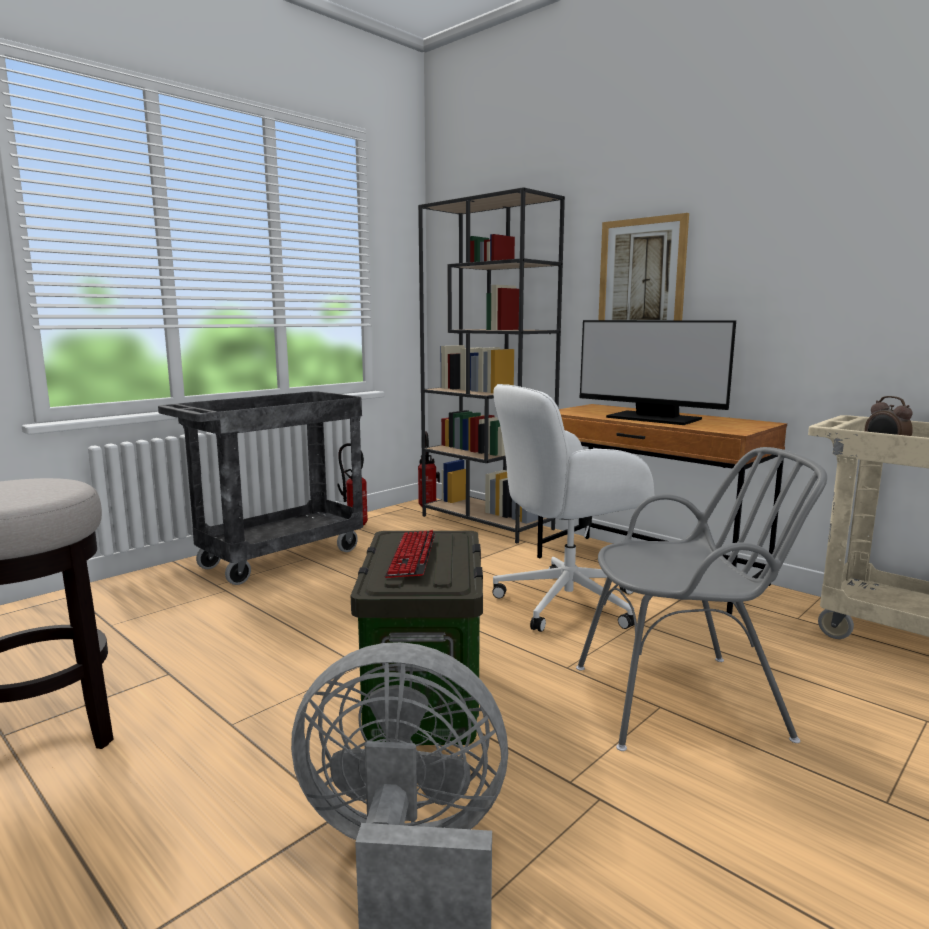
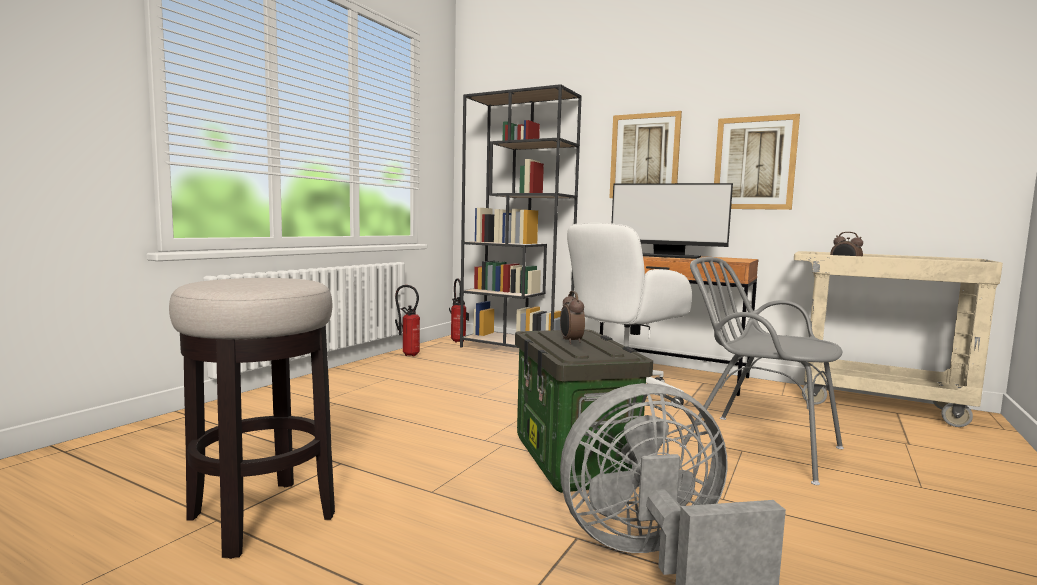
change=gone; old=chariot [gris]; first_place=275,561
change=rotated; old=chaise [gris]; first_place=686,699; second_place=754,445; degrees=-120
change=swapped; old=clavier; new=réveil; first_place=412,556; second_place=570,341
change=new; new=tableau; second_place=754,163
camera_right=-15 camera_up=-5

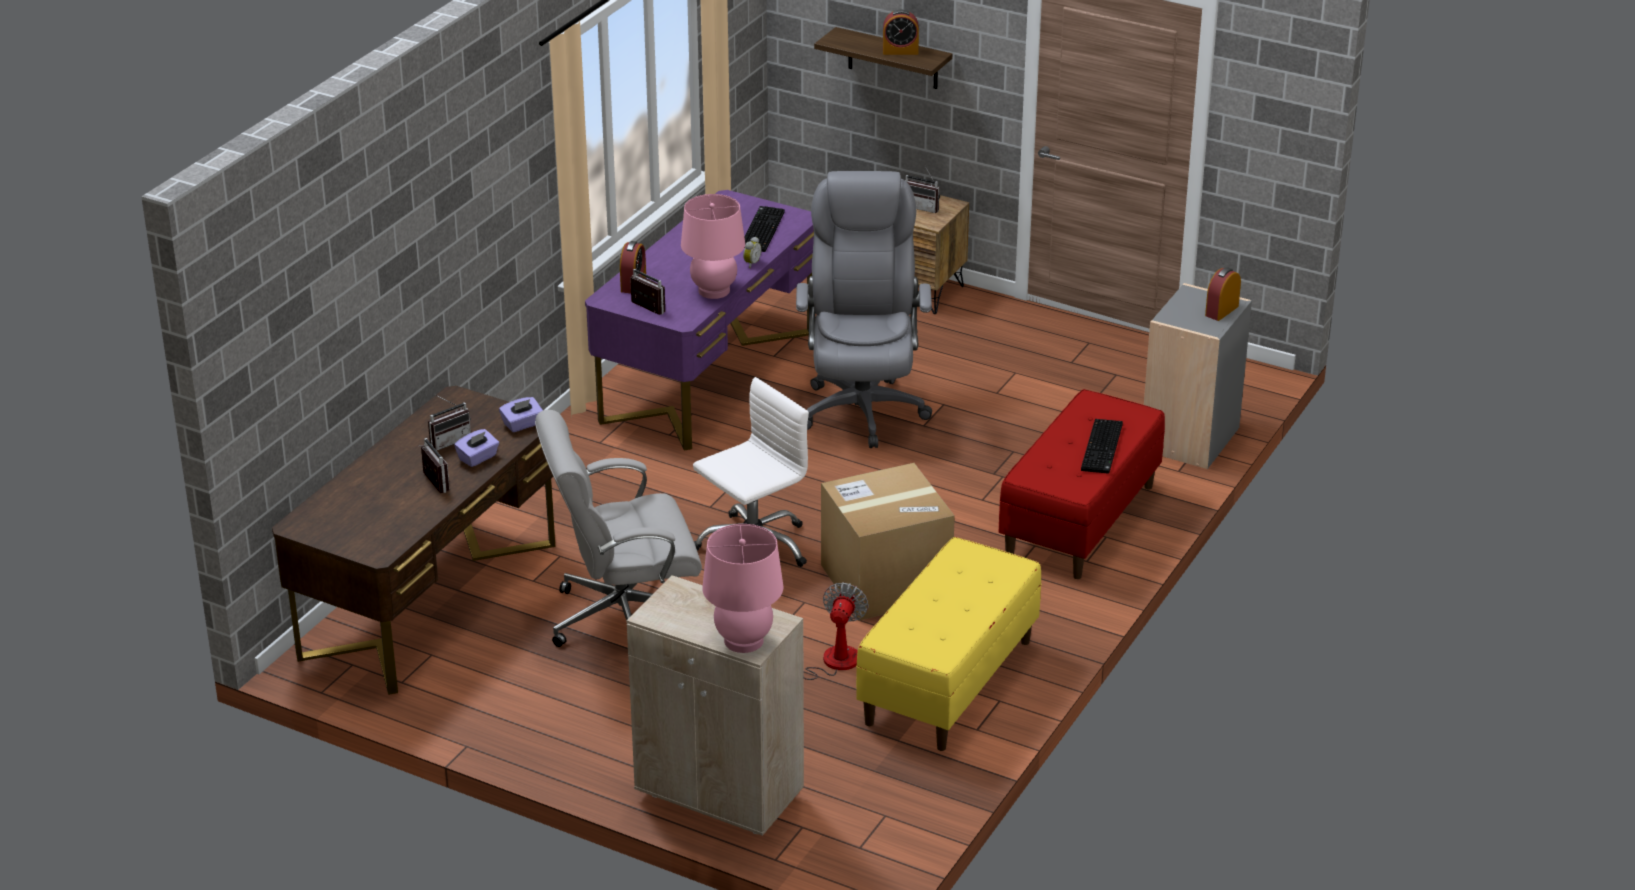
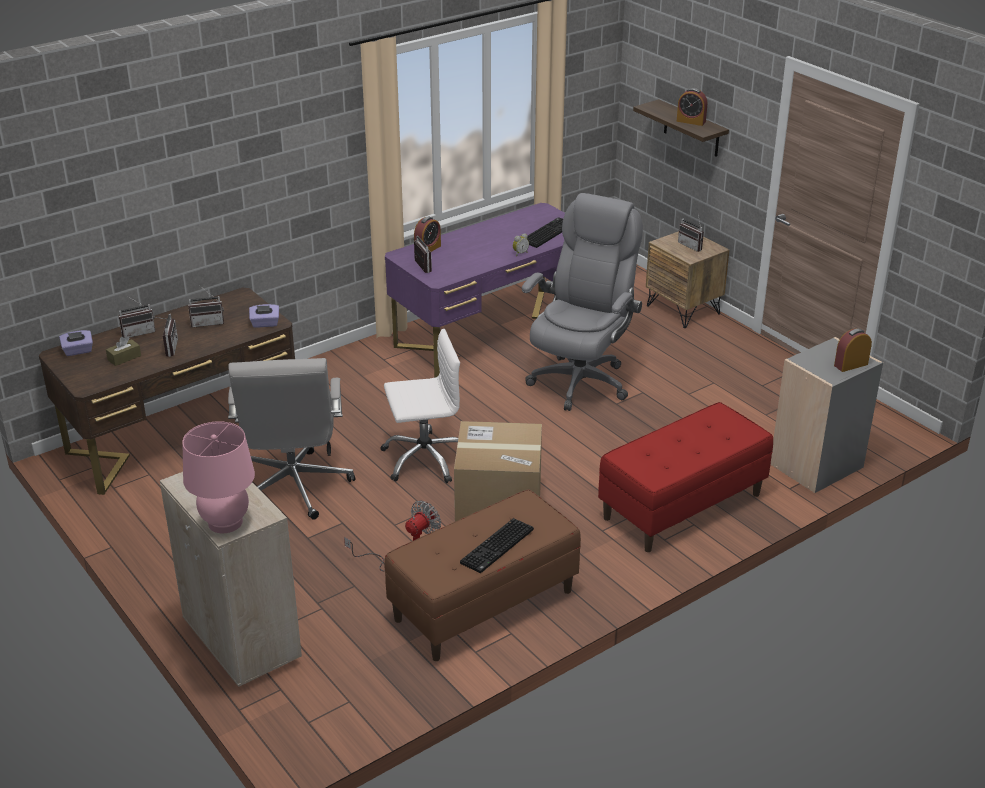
change=gone; old=lampe de table [rose]; first_place=714,291
change=rotated; old=chaise de bureau [gris]; first_place=623,618; second_place=294,485; degrees=-105
change=shifted; old=clavier; first_place=1103,448; second_place=497,547
change=shifted; old=boîte à mouchoirs [violet]; first_place=478,458; second_place=78,351
change=repainted; old=banc [jaune]; new=banc [marron]; first_place=949,682; second_place=484,606
change=new; new=radio; second_place=138,332
change=new; new=boîte à mouchoirs [marron]; second_place=124,358
camera_right=25 camera_up=0

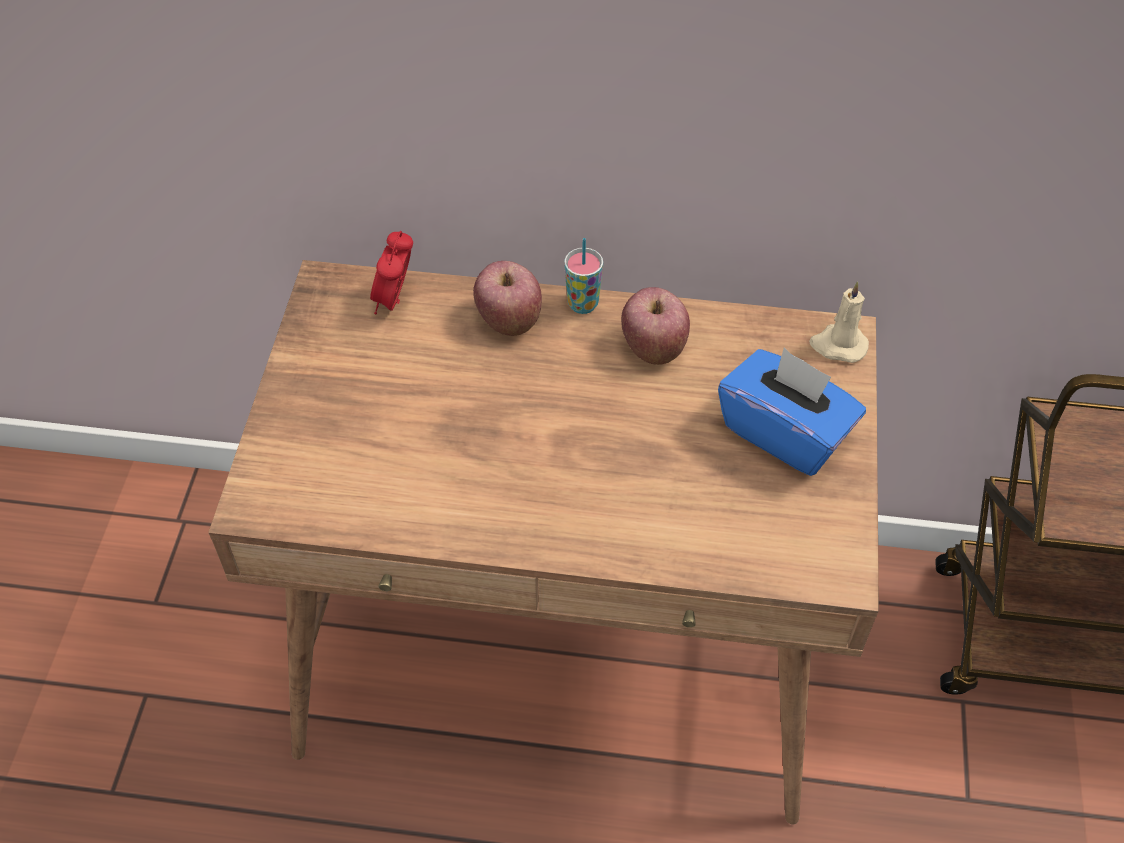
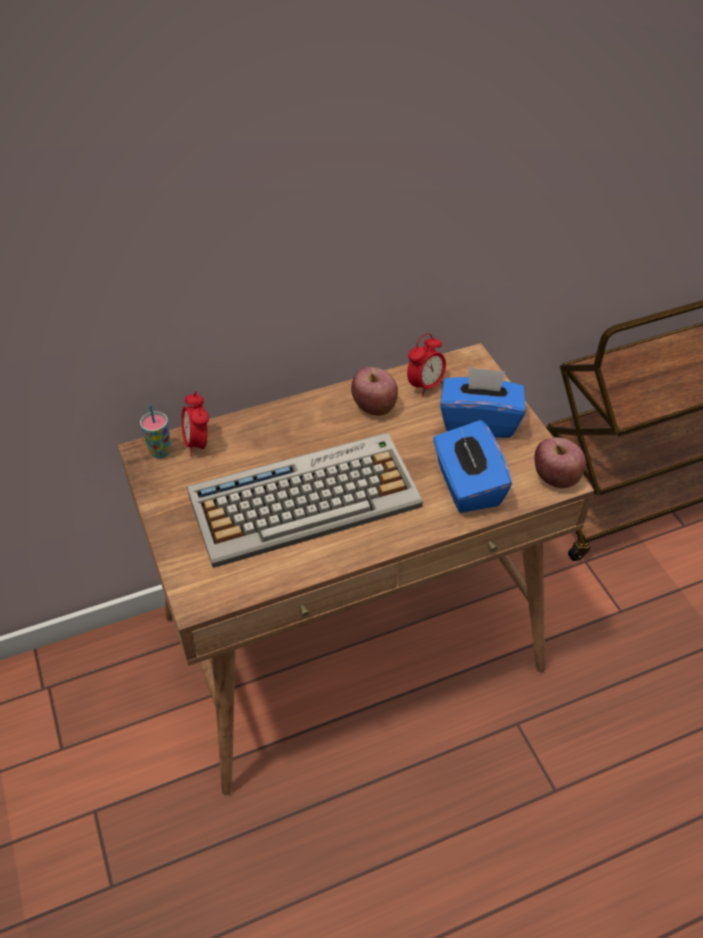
change=shifted; old=tasse; first_place=583,304; second_place=160,451
change=shifted; old=pomme; first_place=509,320; second_place=555,478
change=gone; old=bougie [beige]; first_place=838,345
change=new; new=réveil; second_place=425,386
change=new; new=boîte à mouchoirs [bleu]; second_place=467,485
change=new; new=clavier; second_place=306,499
camera_right=-30 camera_up=-5

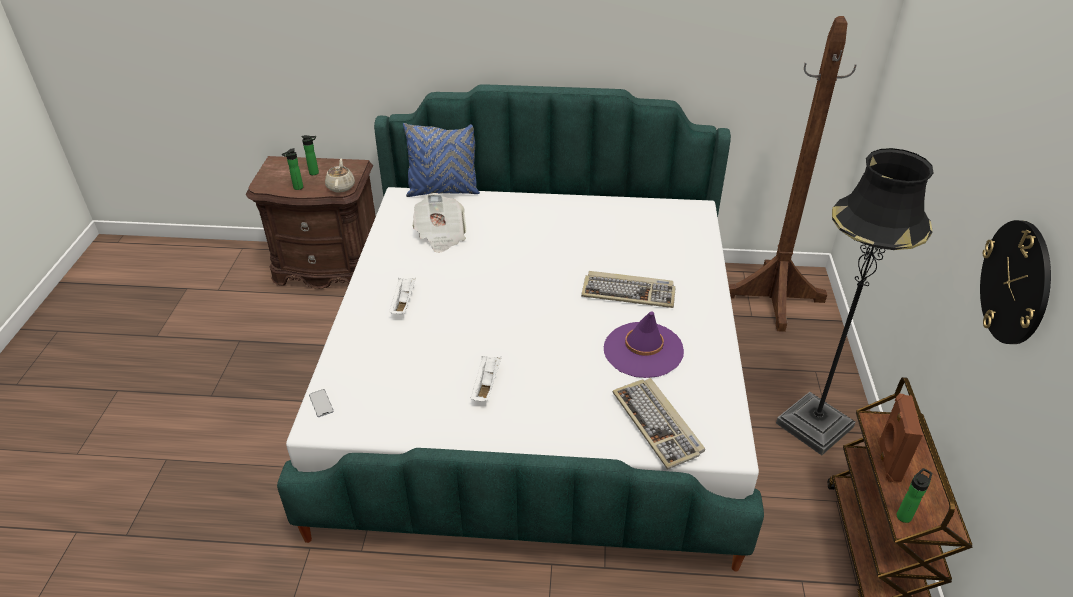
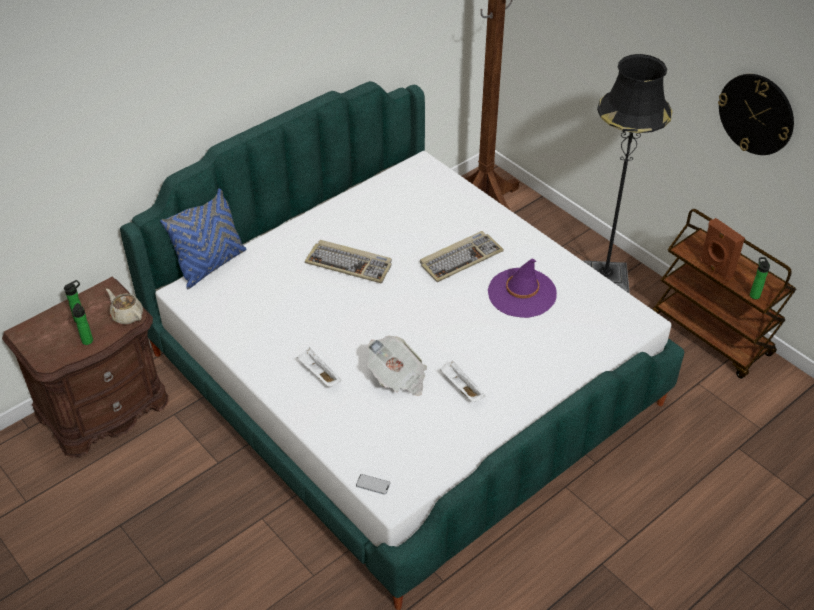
change=shifted; old=journal; first_place=441,235; second_place=398,377
change=shifted; old=clavier; first_place=658,424; second_place=350,264
camera_right=-45 camera_up=5

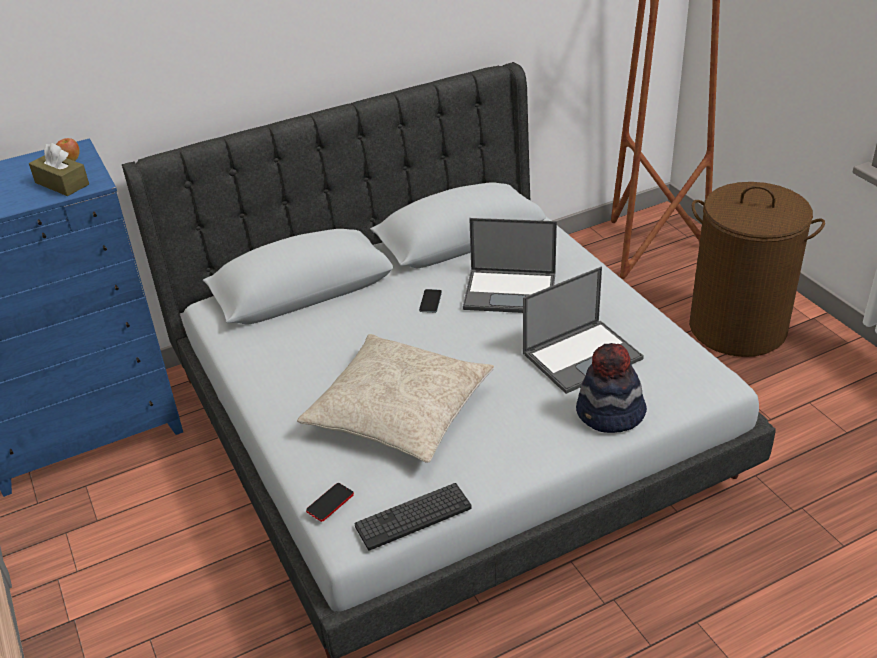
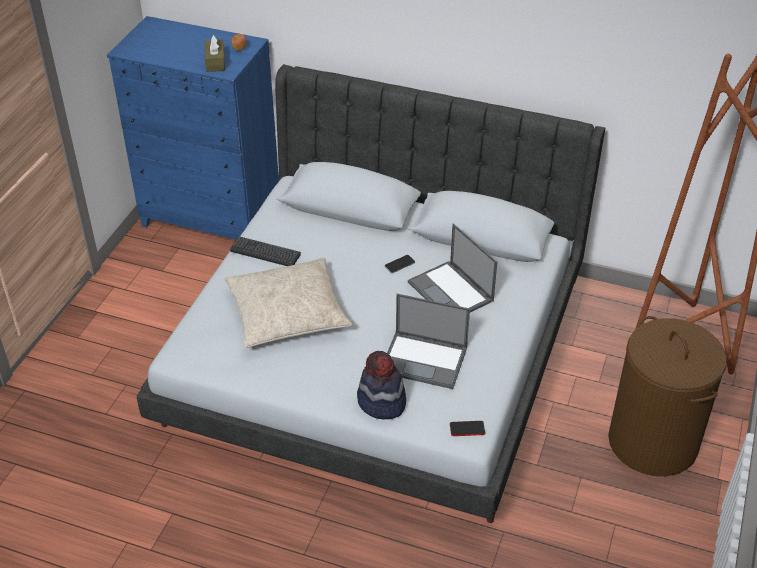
change=shifted; old=téléphone; first_place=330,503; second_place=467,429
change=shifted; old=clavier; first_place=413,517; second_place=265,252
camera_right=45 camera_up=5

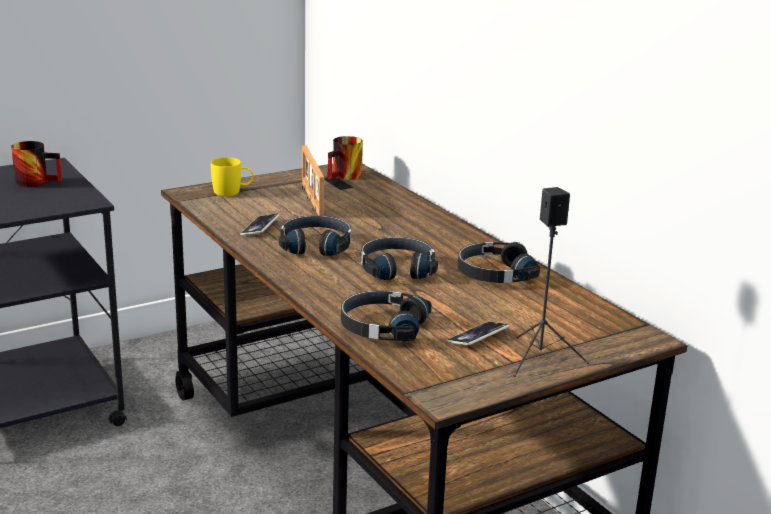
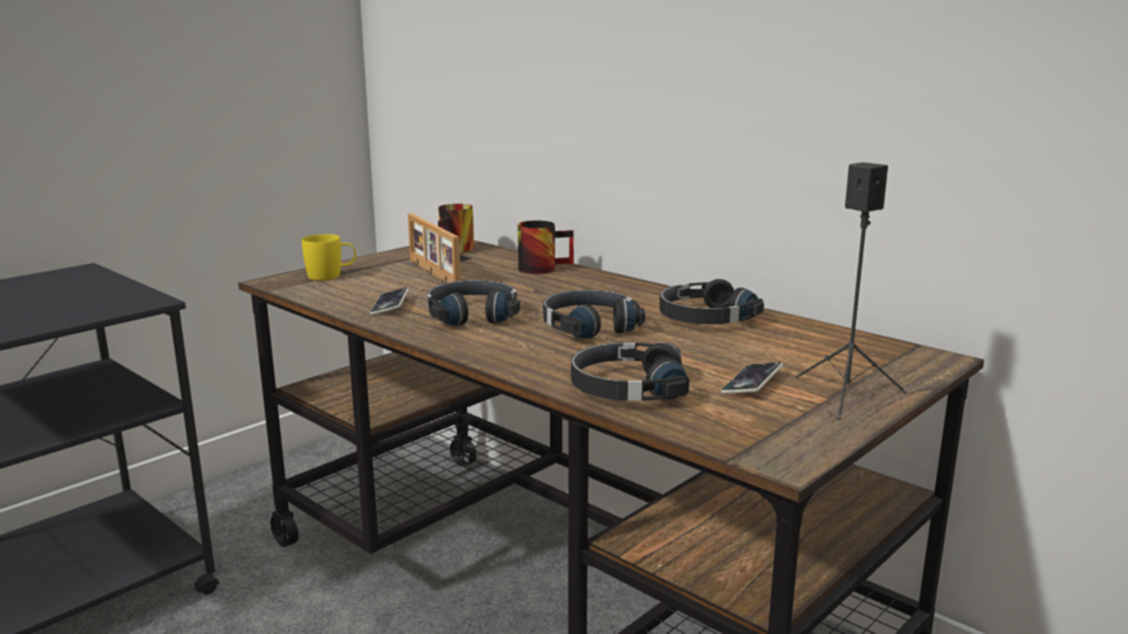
change=shifted; old=mug; first_place=38,181; second_place=543,268
camera_right=-15 camera_up=-5

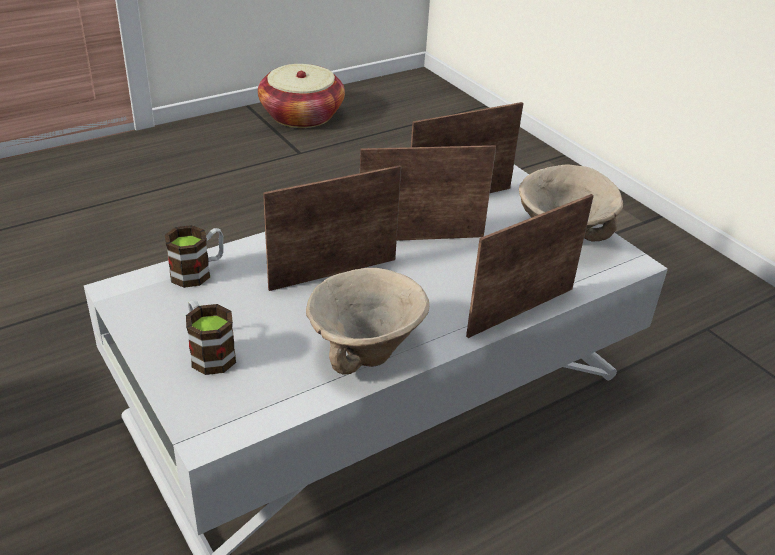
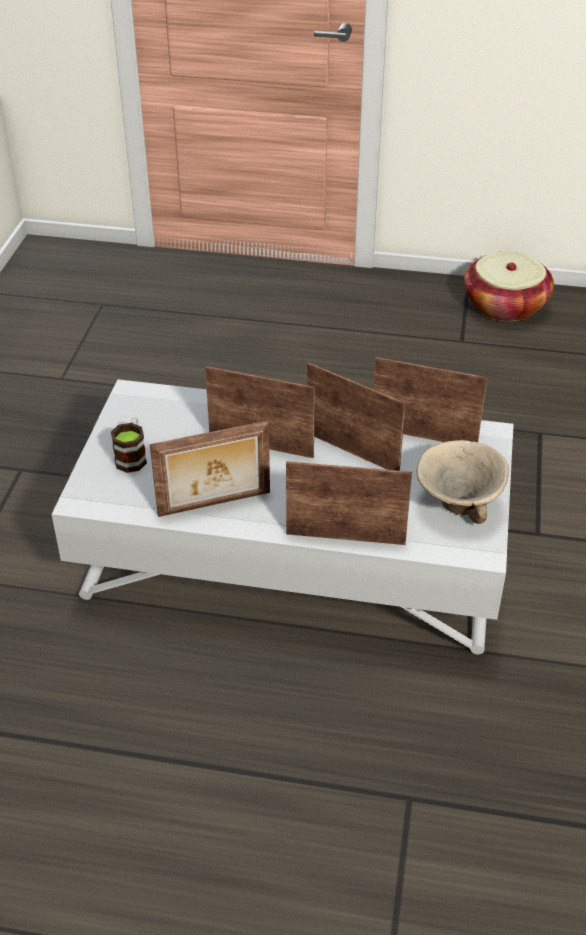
change=gone; old=mug; first_place=198,271
change=swapped; old=bol [beige]; new=cadre photo; first_place=364,351; second_place=215,505
camera_right=45 camera_up=5

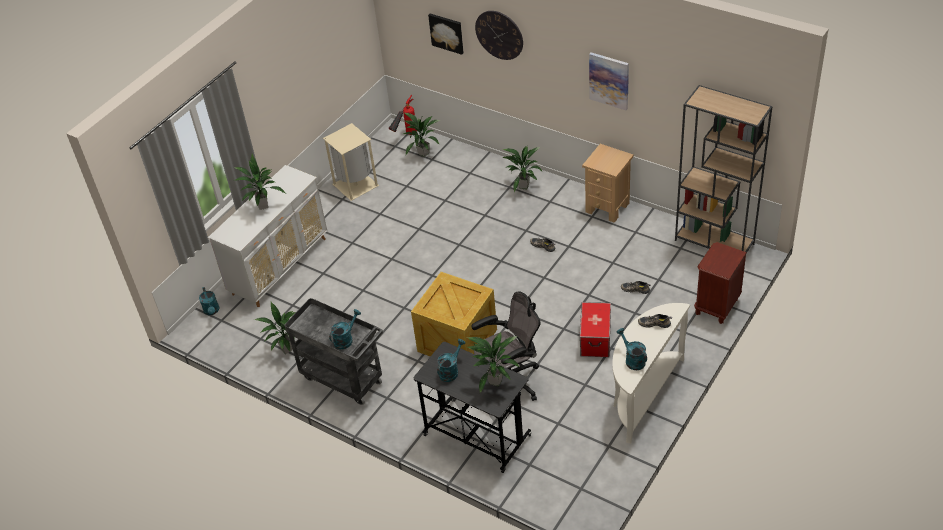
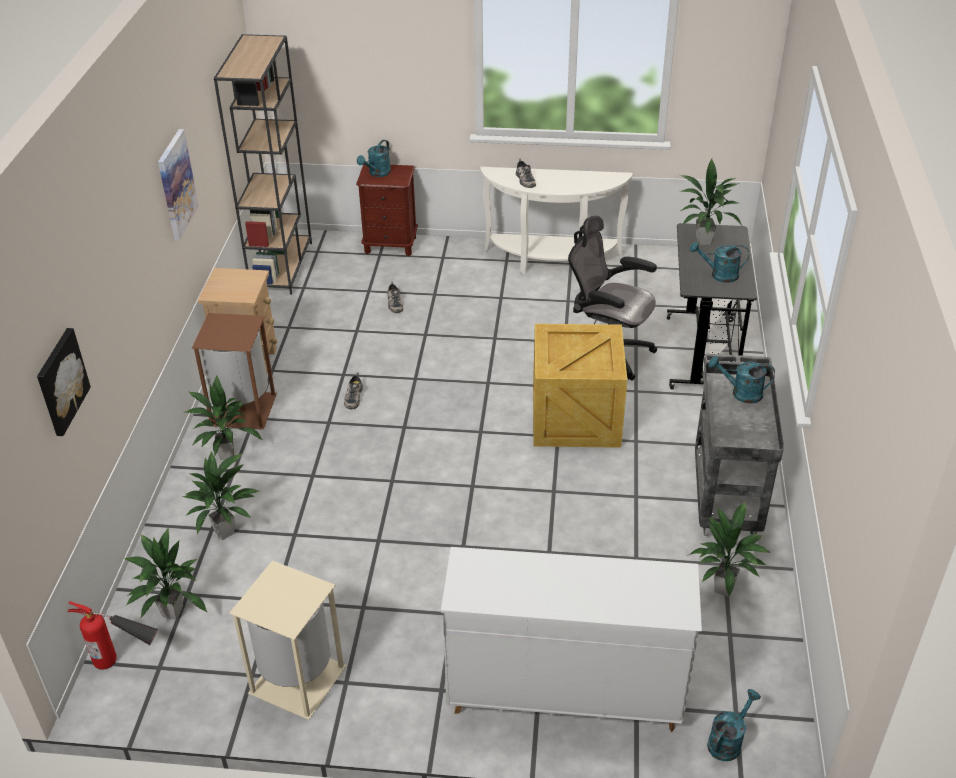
change=gone; old=horloge murale; first_place=499,35
change=shifted; old=plante en pot; first_place=263,206; second_place=226,532
change=gone; old=boîte de rangement; first_place=595,339
change=shifted; old=arrosoir [turquoise]; first_place=632,359; second_place=377,173
change=new; new=poubelle [marron]; second_place=244,409
camera_right=-120 camera_up=-5

